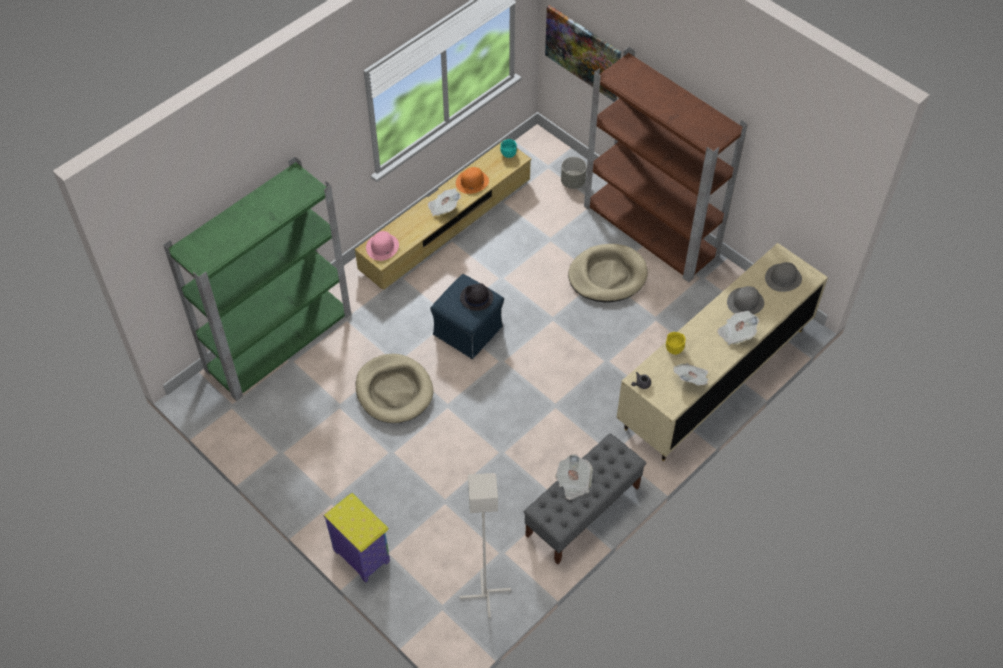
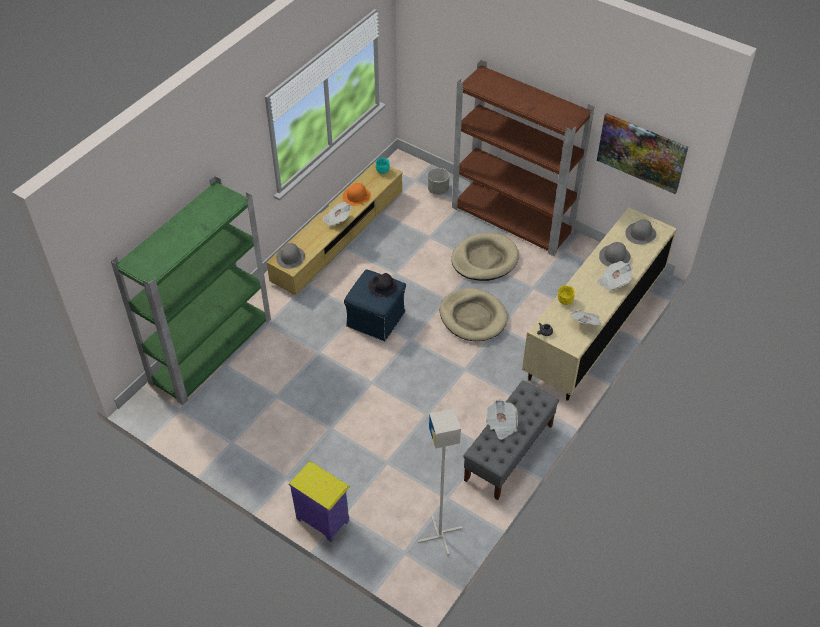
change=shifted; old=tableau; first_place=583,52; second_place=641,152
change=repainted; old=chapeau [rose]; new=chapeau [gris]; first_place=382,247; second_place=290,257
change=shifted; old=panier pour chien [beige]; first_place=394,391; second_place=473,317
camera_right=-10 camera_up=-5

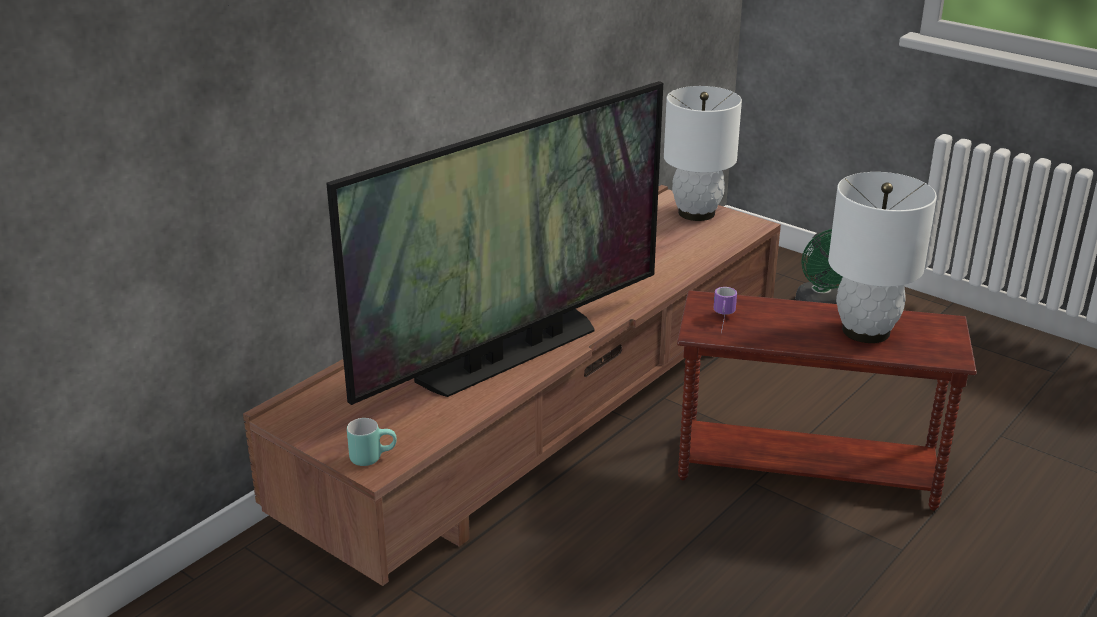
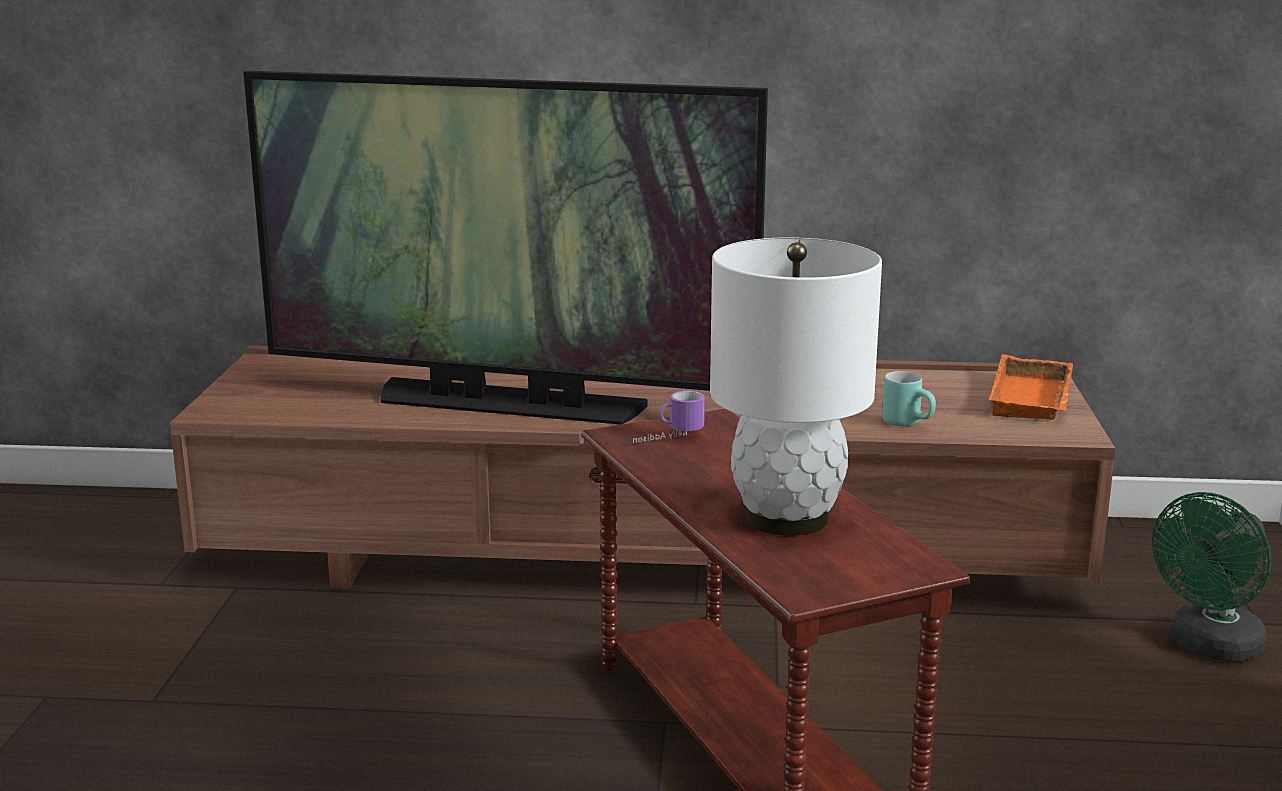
change=swapped; old=lampe de table [blanc]; new=plateau [orange]; first_place=697,213; second_place=1034,400
change=shifted; old=mug [turquoise]; first_place=372,456; second_place=909,423
camera_right=55 camera_up=-10

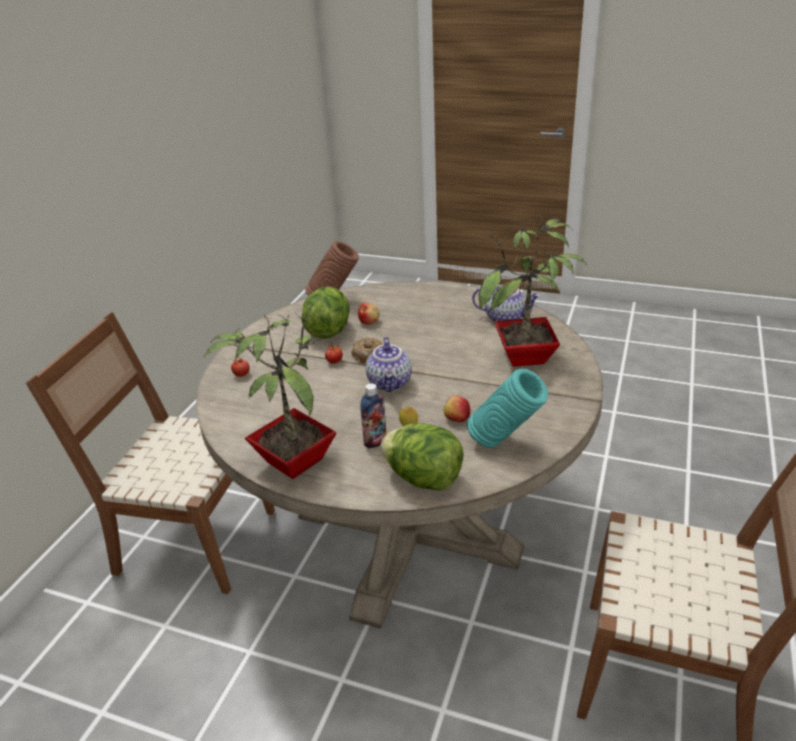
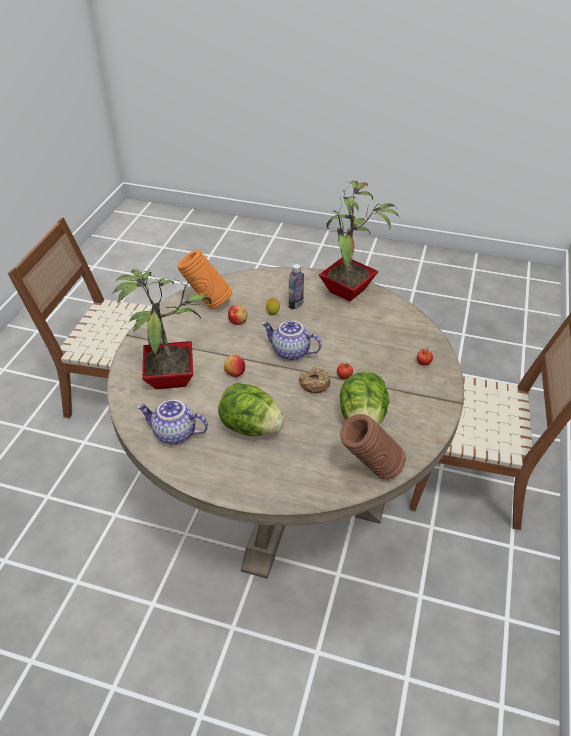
change=shifted; old=pomme; first_place=369,321; second_place=235,372
change=rotated; old=théière; first_place=390,383; second_place=290,352; degrees=-60
change=repainted; old=vase [turquoise]; new=vase [orange]; first_place=505,443; second_place=207,303
change=shifted; old=laitue; first_place=423,479; second_place=250,427
camera_right=175 camera_up=10

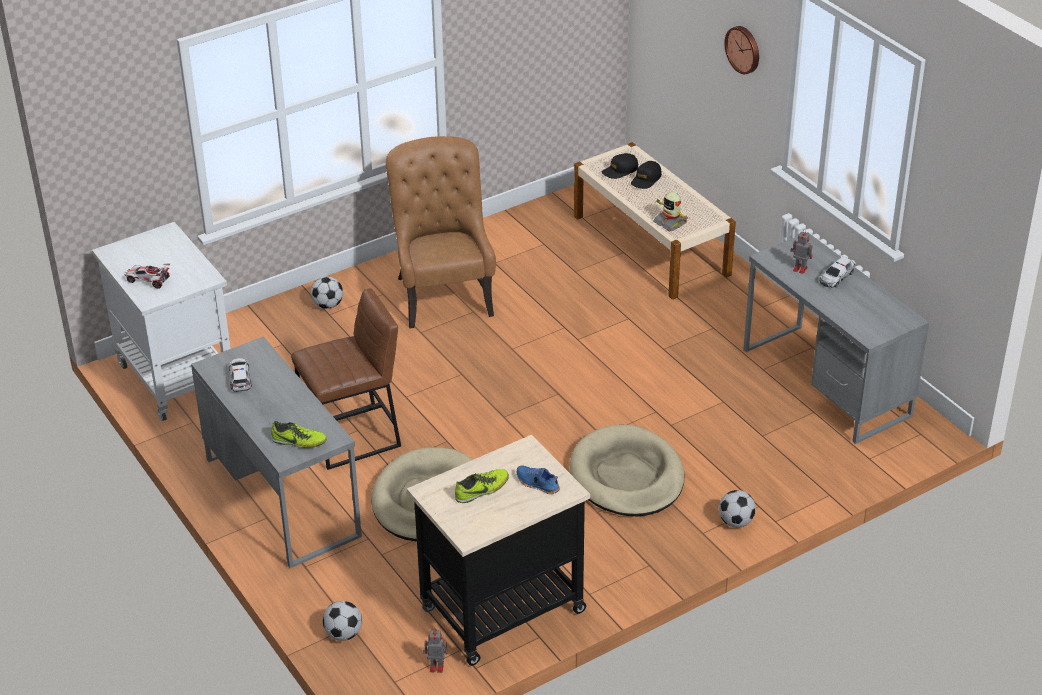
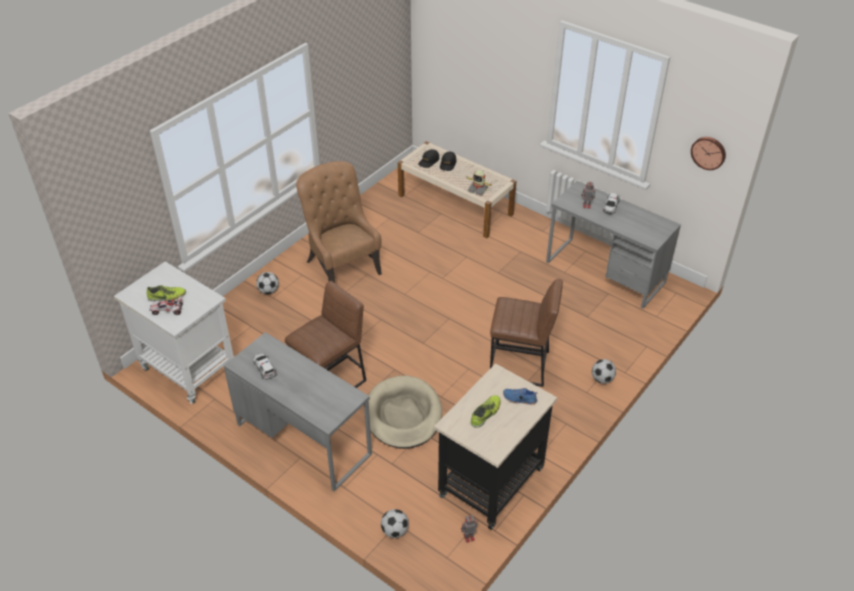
change=shifted; old=horloge murale; first_place=744,49; second_place=709,152
change=shifted; old=chaussure; first_place=299,442; second_place=167,297
change=swapped; old=panier pour chien [beige]; new=chaise [marron]; first_place=627,476; second_place=520,365
camera_right=-20 camera_up=5

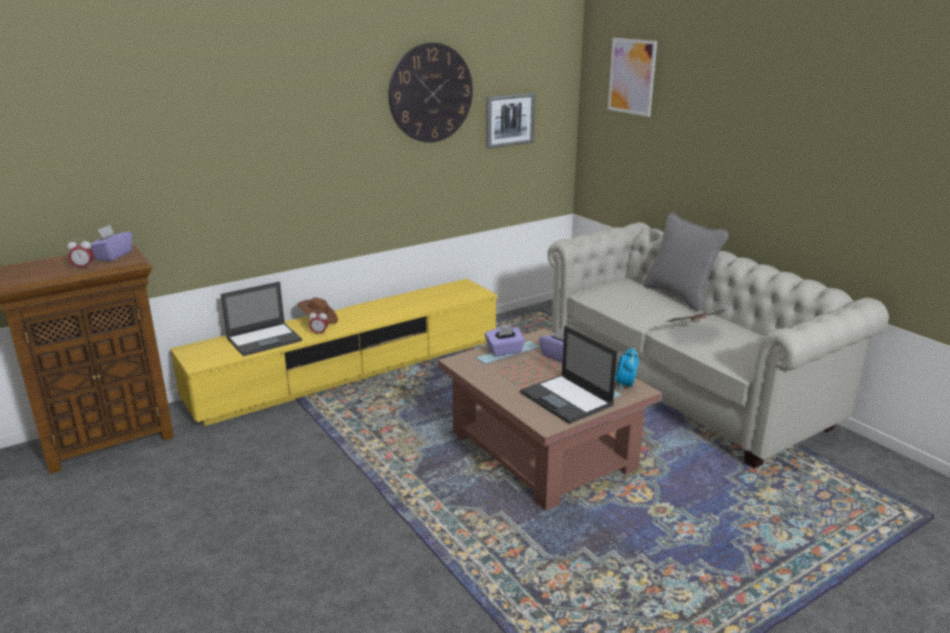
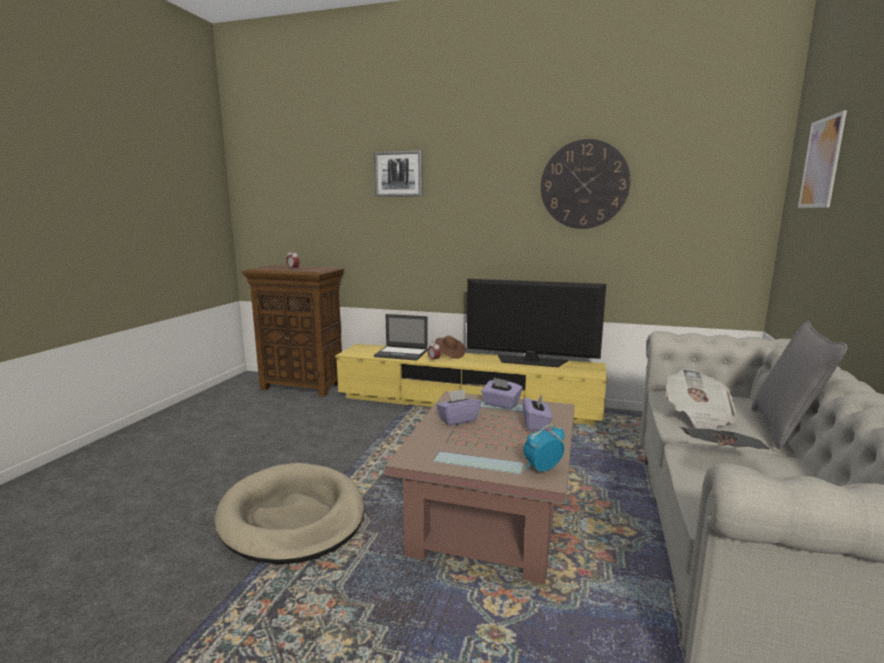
change=shifted; old=tableau; first_place=509,120; second_place=398,174
change=shifted; old=boîte à mouchoirs [violet]; first_place=113,256; second_place=458,420
change=gone; old=ordinateur portable; first_place=567,399
change=new; new=téléviseur; second_place=531,361
change=new; new=journal; second_place=698,416
change=new; new=panier pour chien [beige]; second_place=292,517
camera_right=50 camera_up=-10

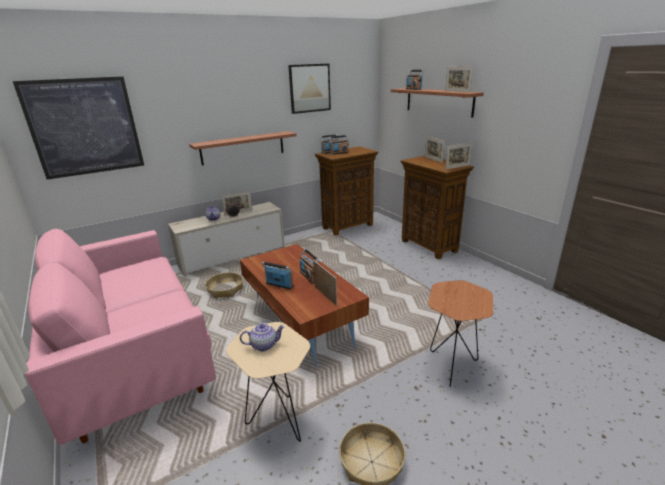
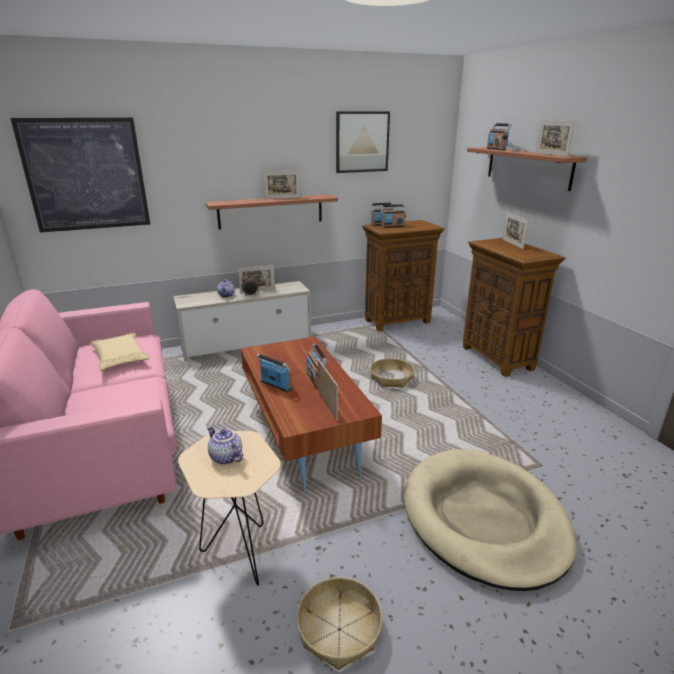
change=shifted; old=cadre photo; first_place=457,167; second_place=282,198
change=shifted; old=panier; first_place=225,290; second_place=391,379
change=swapped; old=table d'appoint [marron]; new=panier pour chien [beige]; first_place=452,364; second_place=484,519
change=rotated; old=théière; first_place=264,345; second_place=225,457; degrees=-135
change=new; new=coussin [beige]; second_place=120,355
camera_right=10 camera_up=0

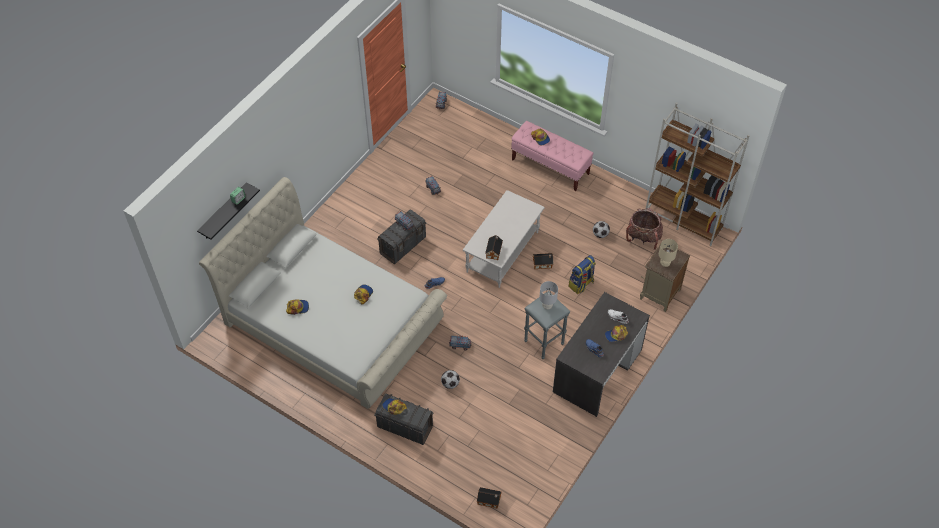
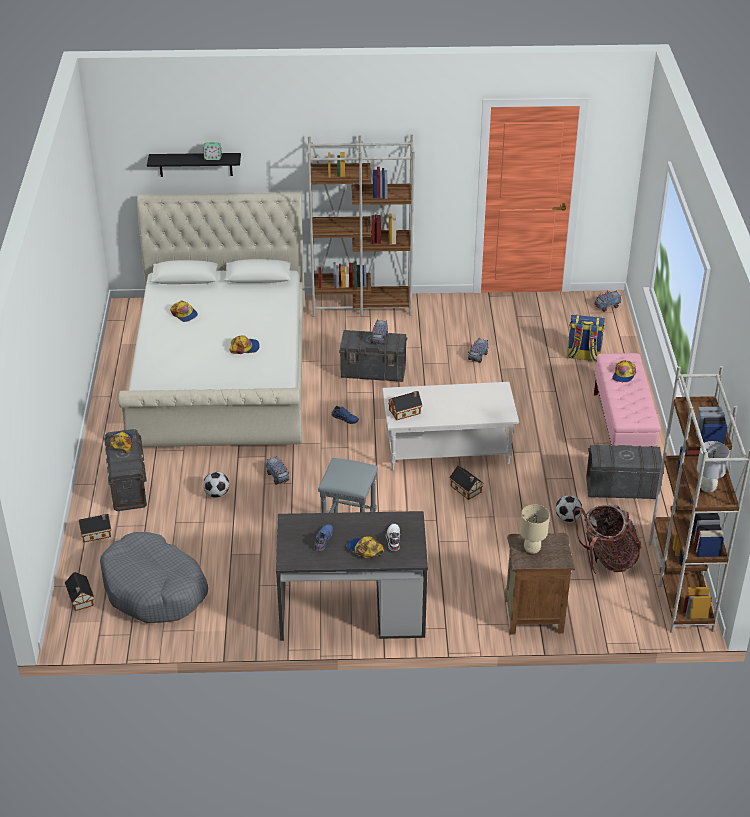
change=shifted; old=sac à dos; first_place=581,284; second_place=583,356
change=shifted; old=lampe de table [gris]; first_place=547,306; second_place=708,489
change=new; new=bibliothèque [marron]; second_place=362,306
change=new; new=boîte de rangement [gris]; second_place=621,488
change=new; new=maison miniature; second_place=97,533
change=new; new=panier pour chien [gris]; second_place=154,589
camera_right=55 camera_up=-15

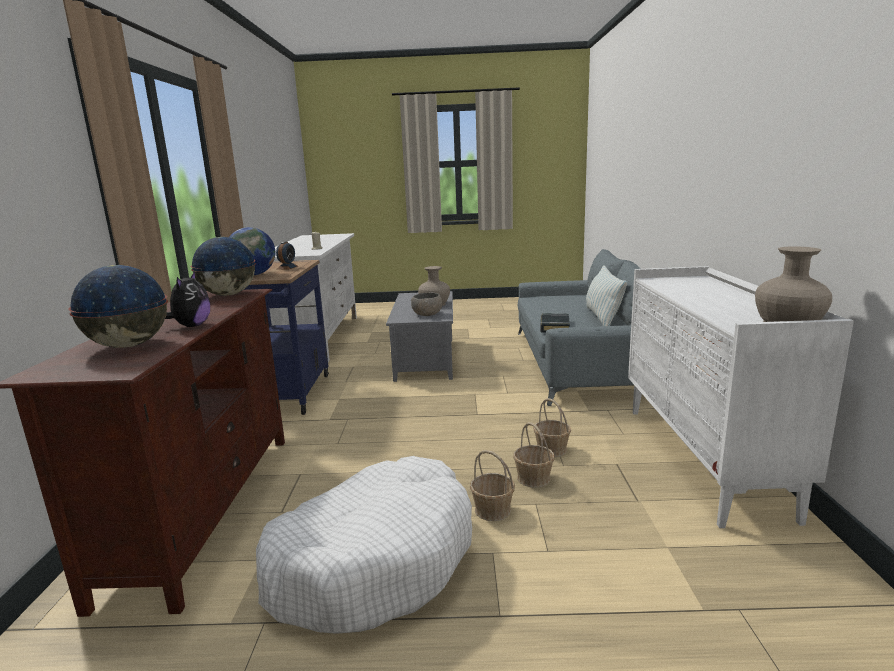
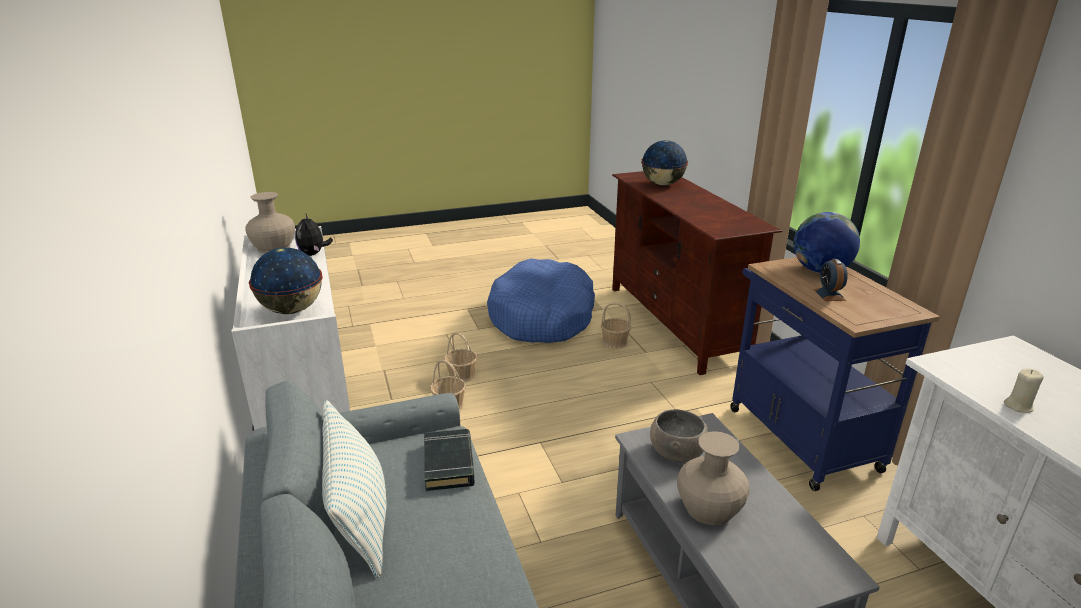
change=shifted; old=globe; first_place=228,295; second_place=292,310
change=shifted; old=peluche; first_place=191,326; second_place=313,254
change=shifted; old=panier; first_place=492,510; second_place=614,342
change=repainted; old=panier pour chien [blanc]; new=panier pour chien [bleu]; first_place=373,560; second_place=542,317
camera_right=160 camera_up=10

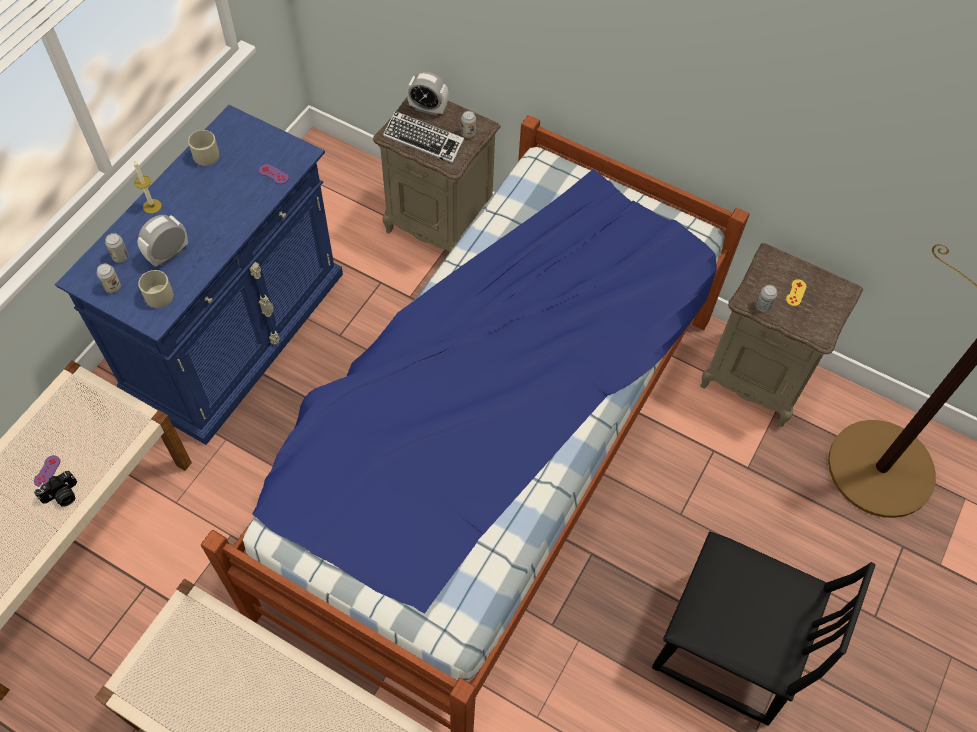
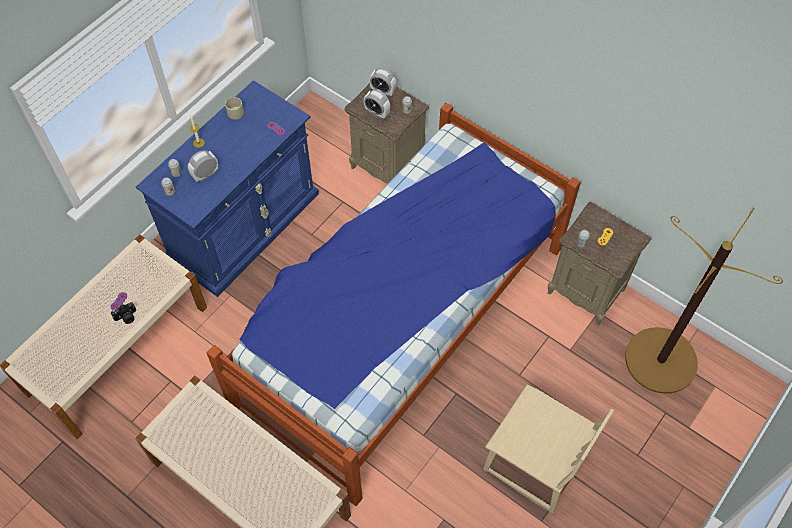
change=swapped; old=clavier; new=réveil; first_place=424,140; second_place=377,113
change=gone; old=mug [beige]; first_place=157,294
change=repainted; old=chaise [noir]; new=chaise [beige]; first_place=727,648; second_place=535,463
camera_right=10 camera_up=0

